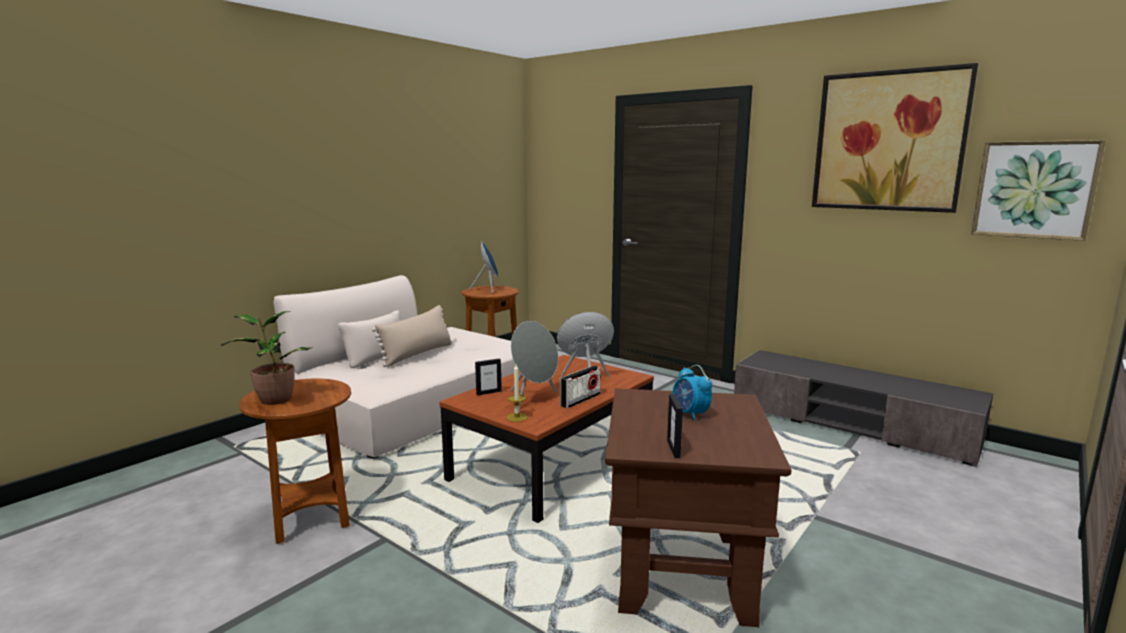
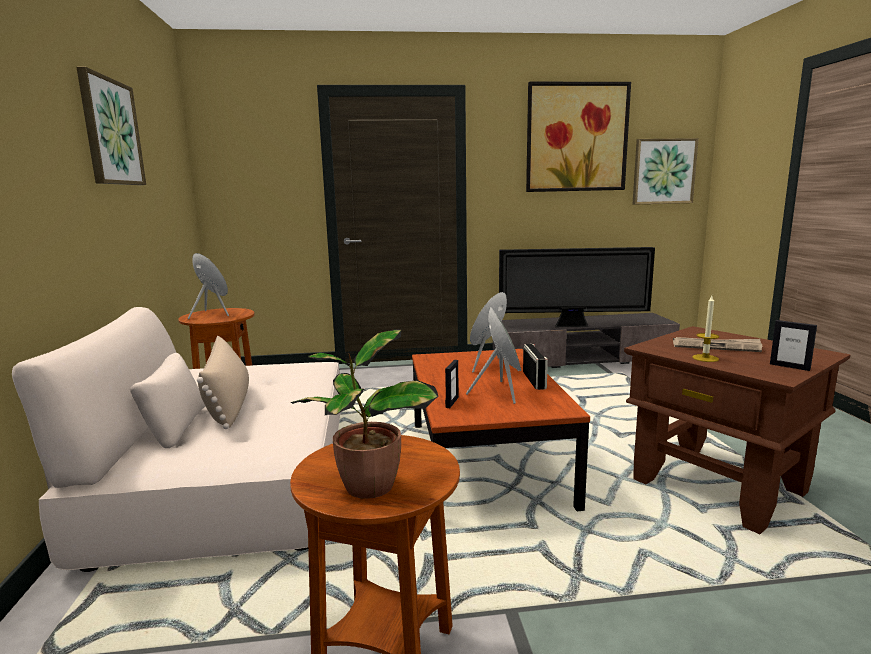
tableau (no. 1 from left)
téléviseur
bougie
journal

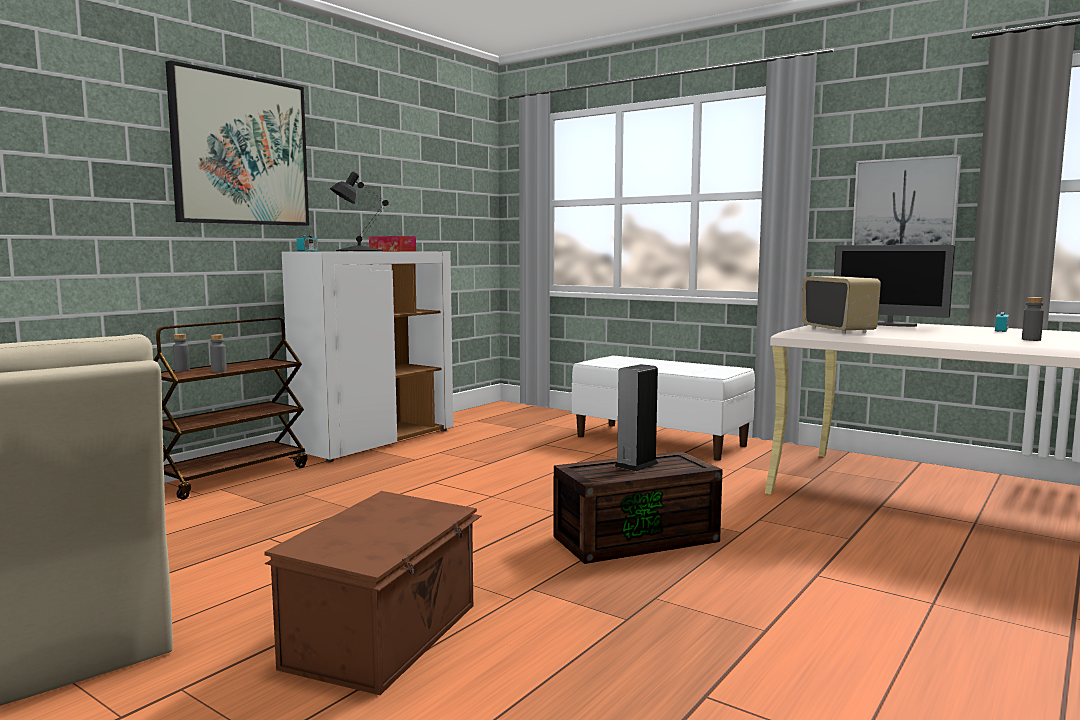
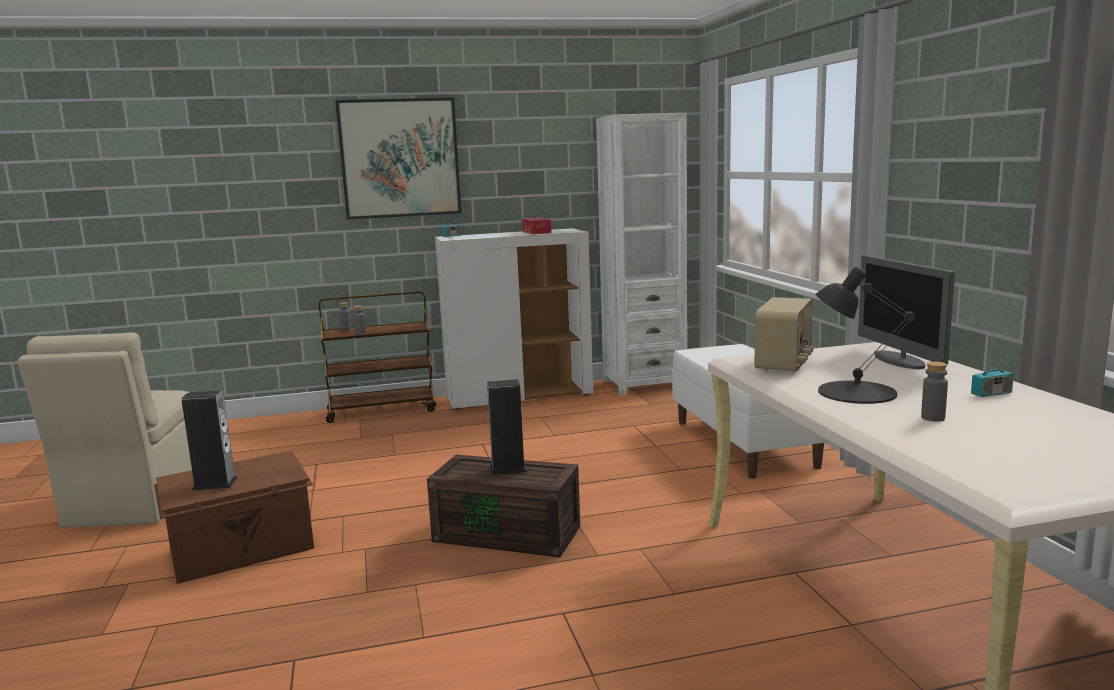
tableau (no. 2 from left in the first image)
enceinte (no. 1 from left)
bibliothèque (blanc)
lampe de table (noir)

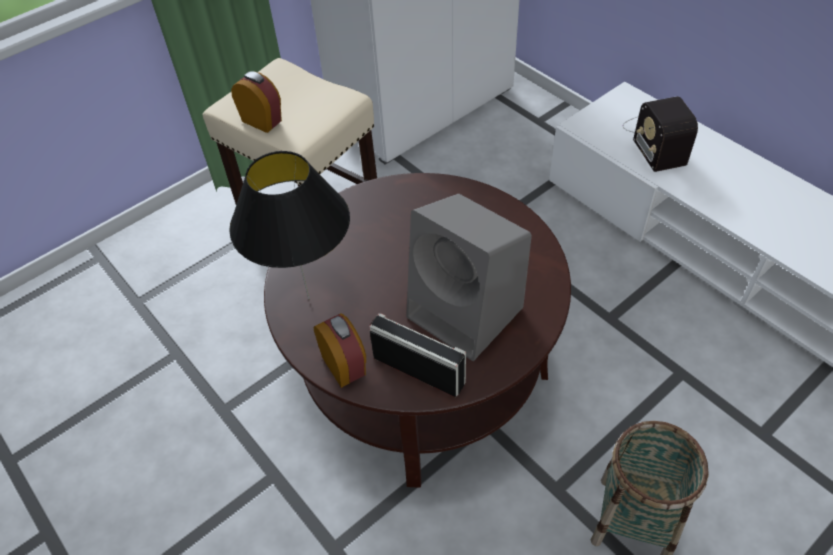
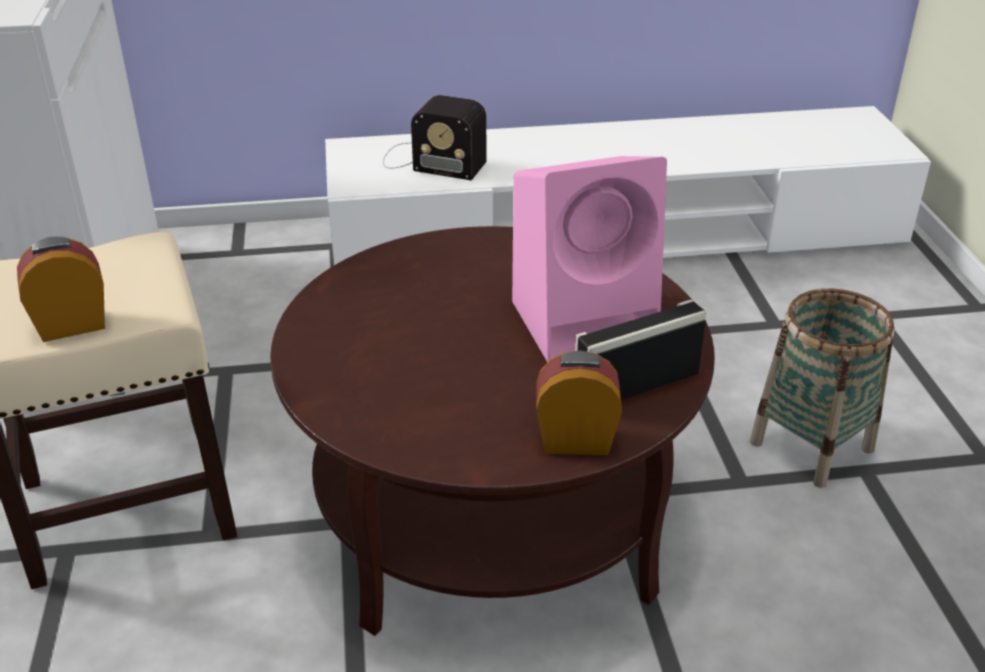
lampe de table (noir)
enceinte (rose)

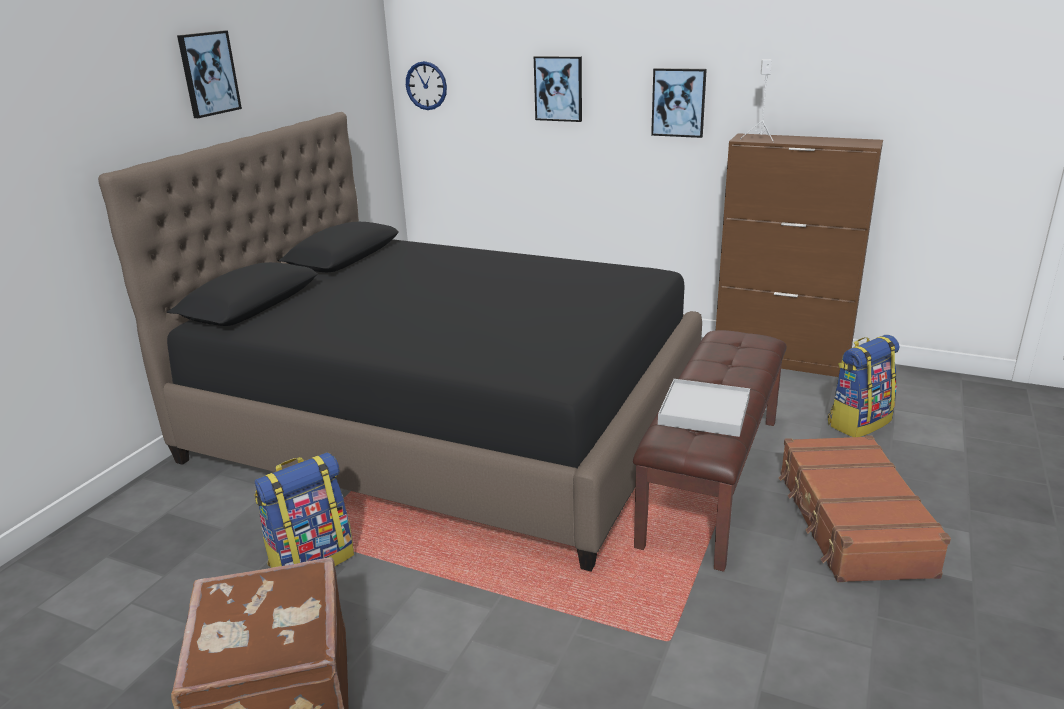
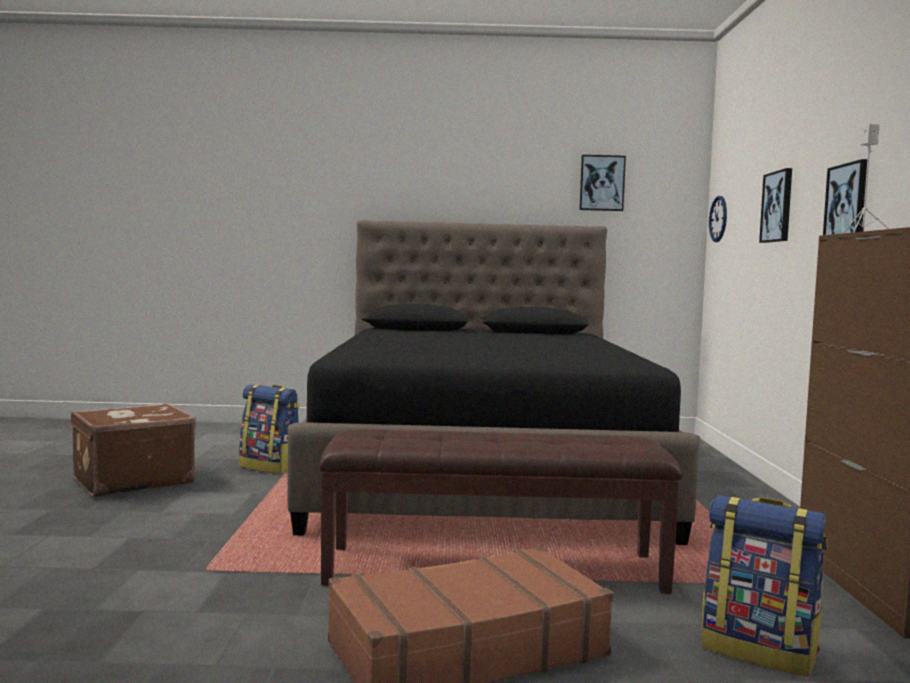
plateau (blanc)
tableau (no. 1 from left)

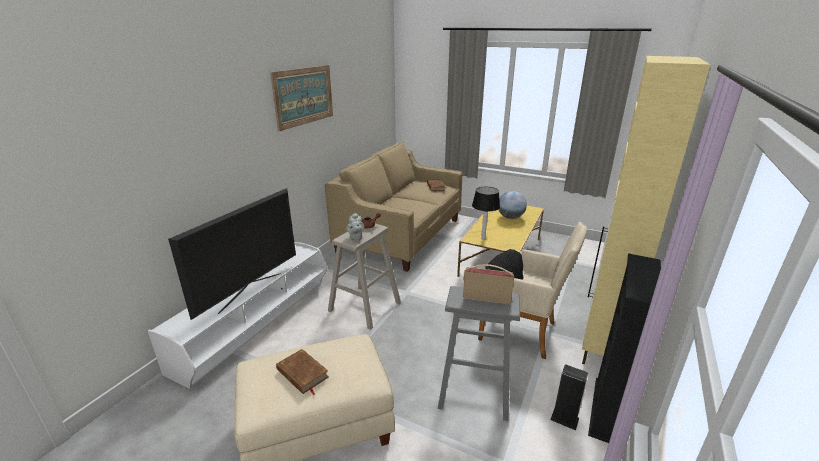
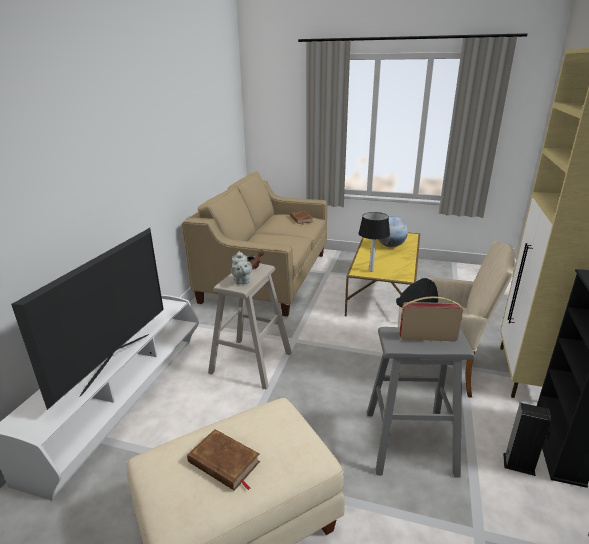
tableau

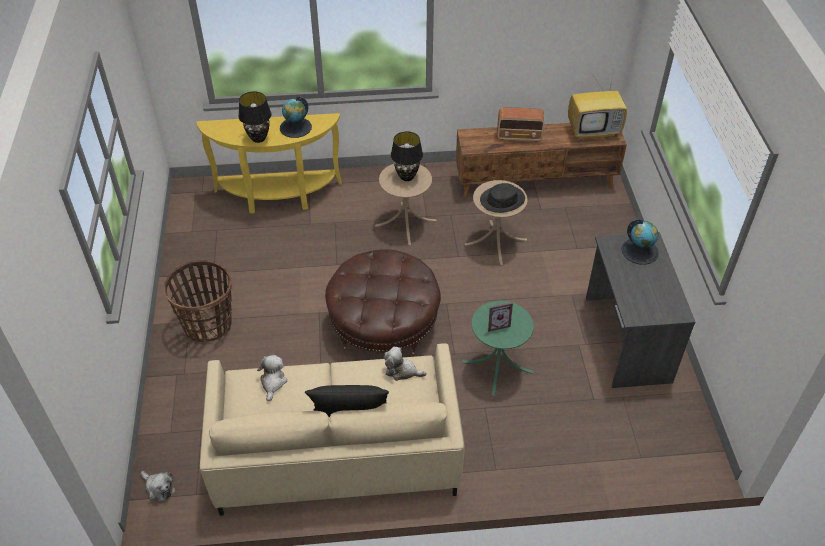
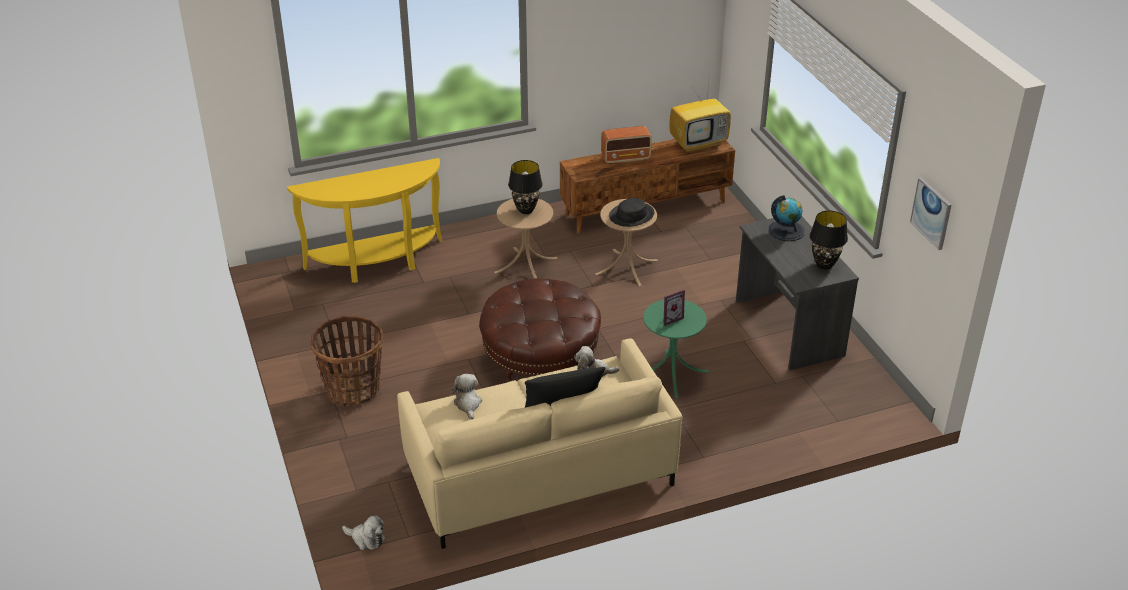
globe (no. 1 from left in the first image)
tableau
lampe de table (noir) (no. 2 from left)

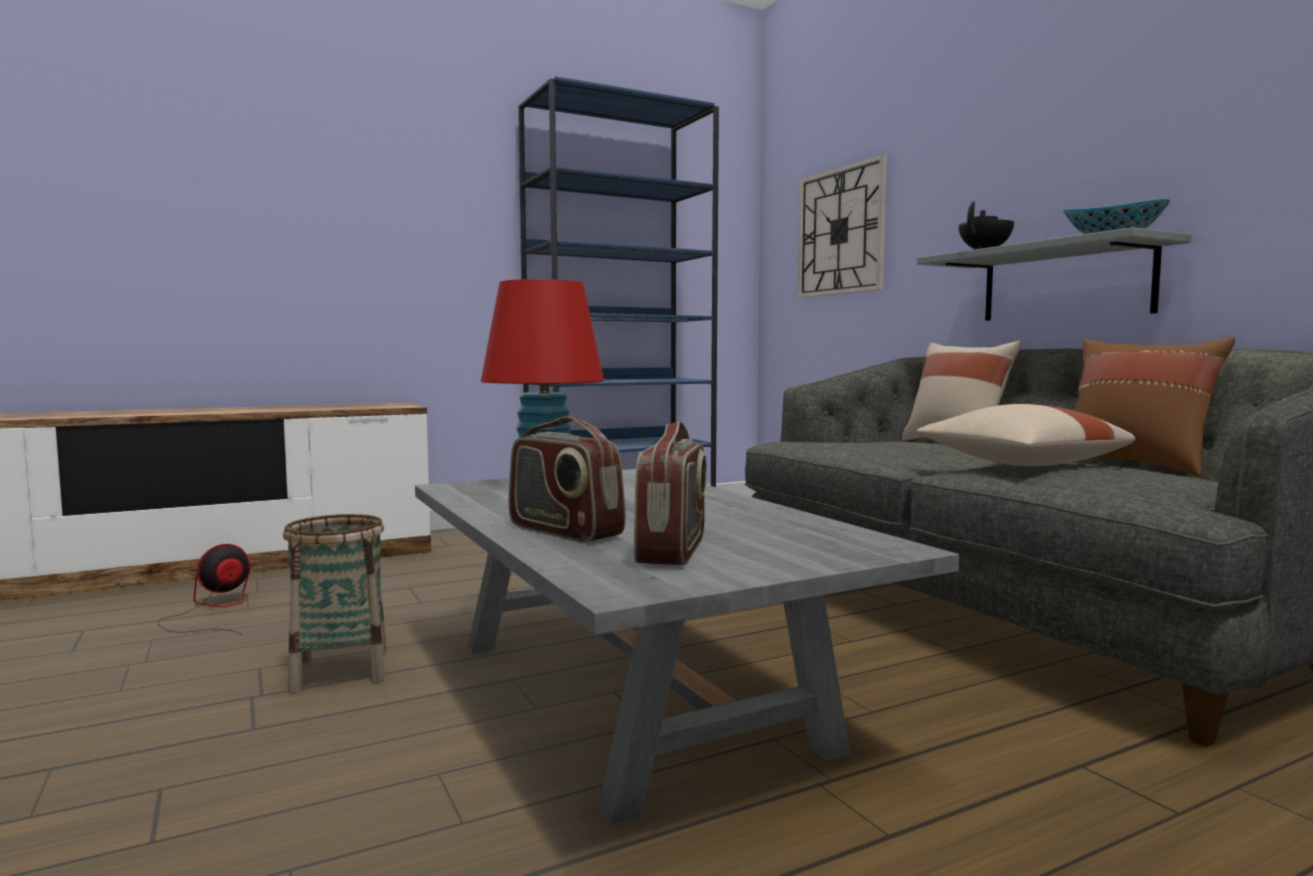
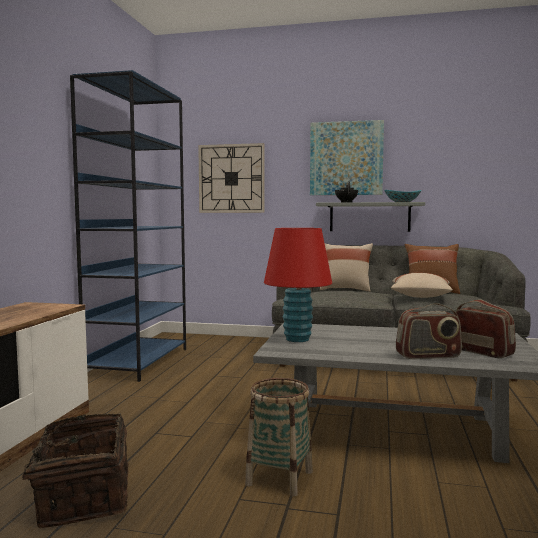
tableau
panier (no. 1 from left)

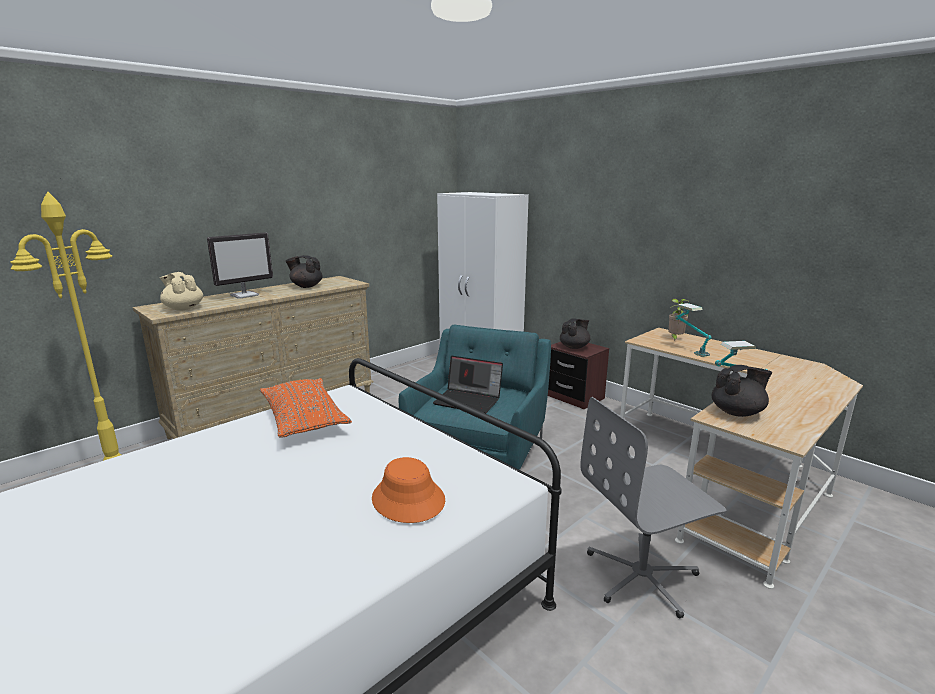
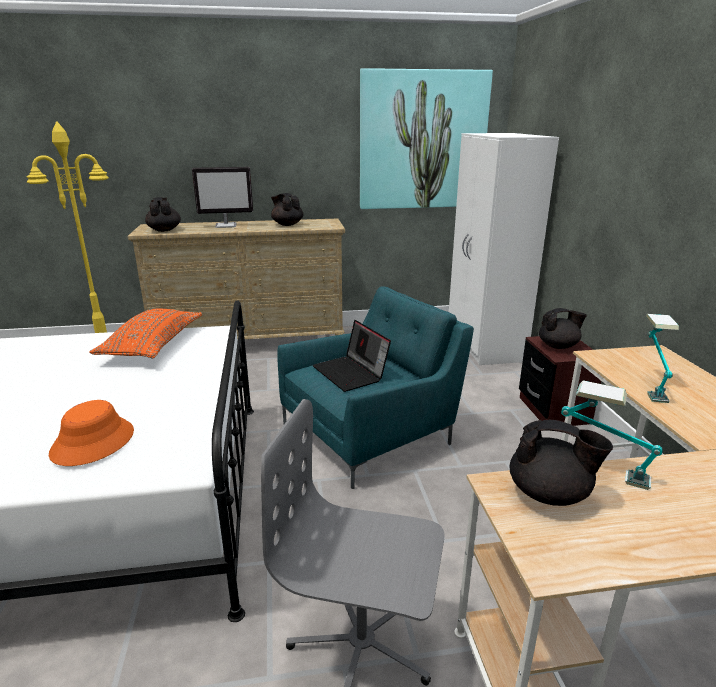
plante en pot
tableau
théière (noir) (no. 1 from left)

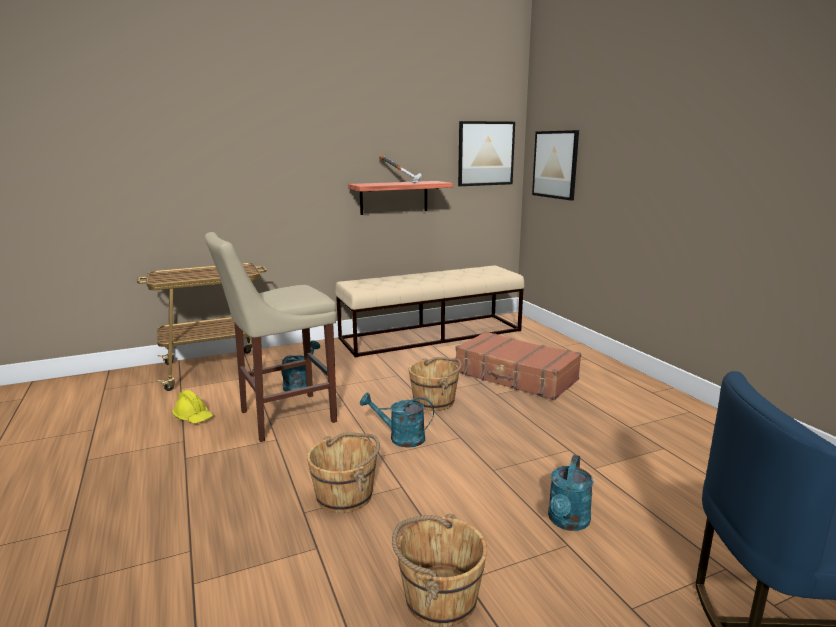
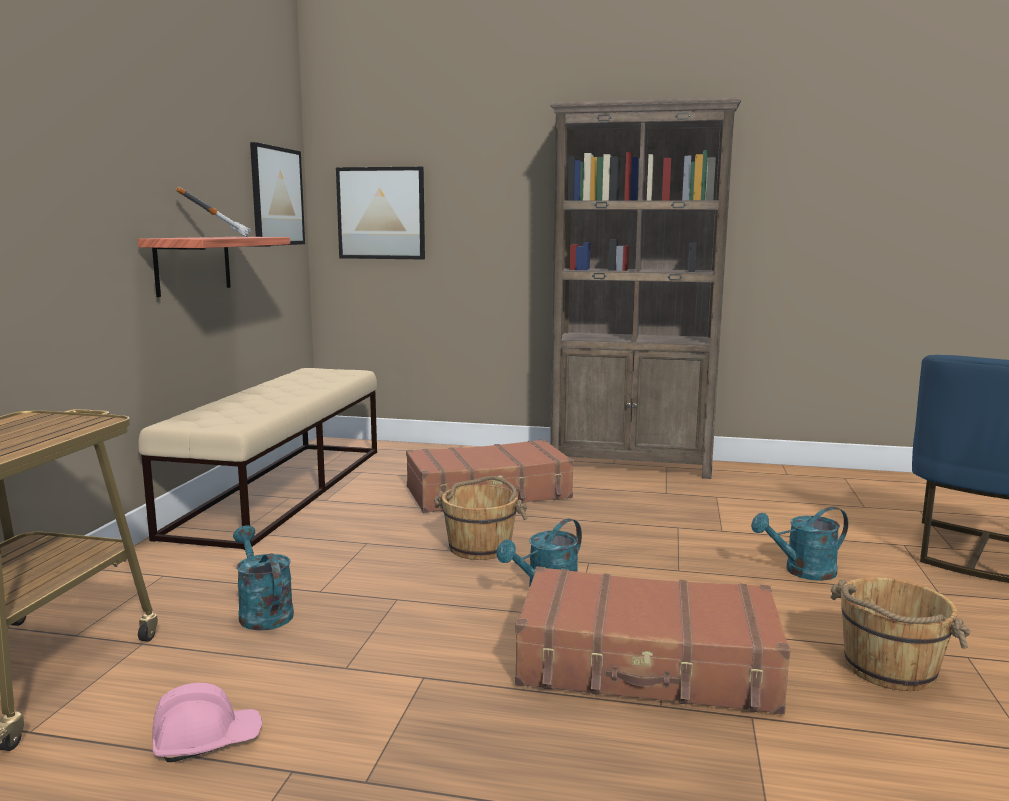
tabouret (beige)
bibliothèque (marron)
valise (marron) (no. 2 from left)
casque de chantier (rose)
arrosoir (turquoise) (no. 3 from left)

